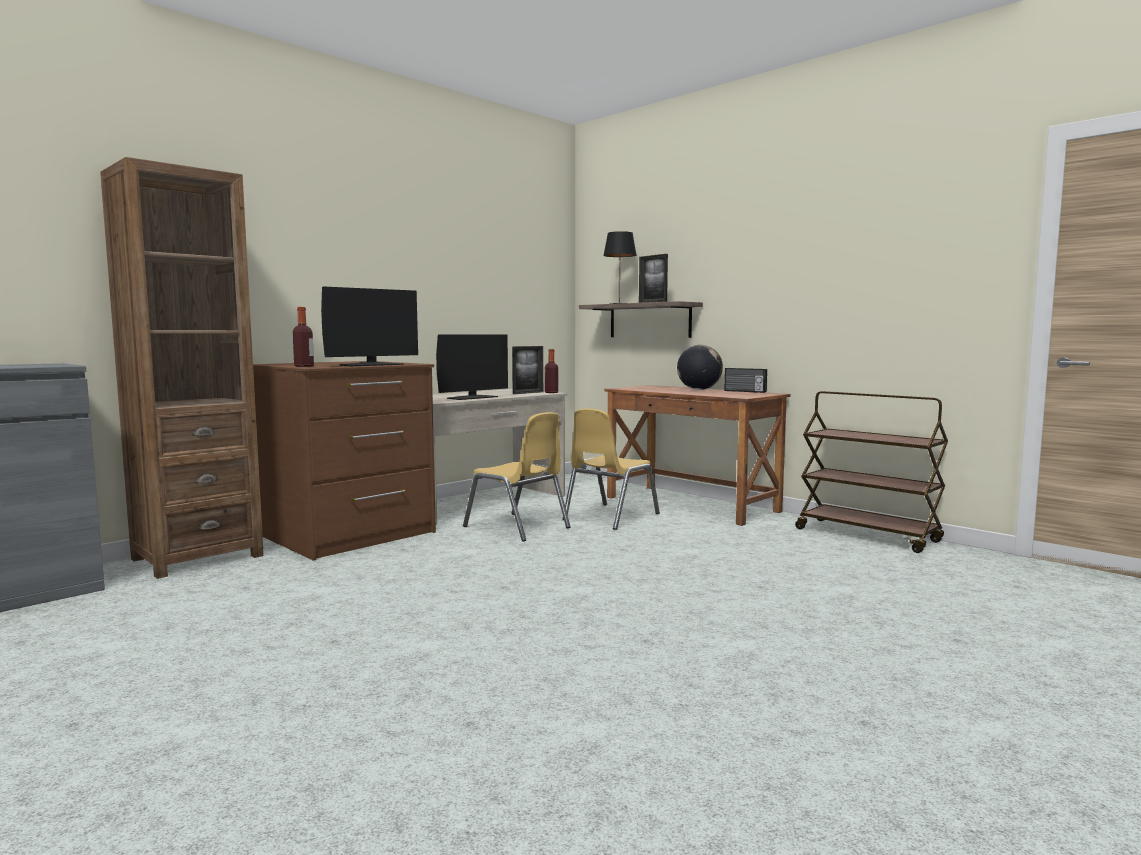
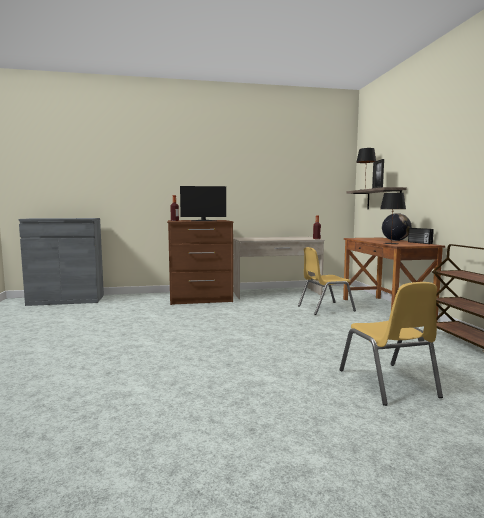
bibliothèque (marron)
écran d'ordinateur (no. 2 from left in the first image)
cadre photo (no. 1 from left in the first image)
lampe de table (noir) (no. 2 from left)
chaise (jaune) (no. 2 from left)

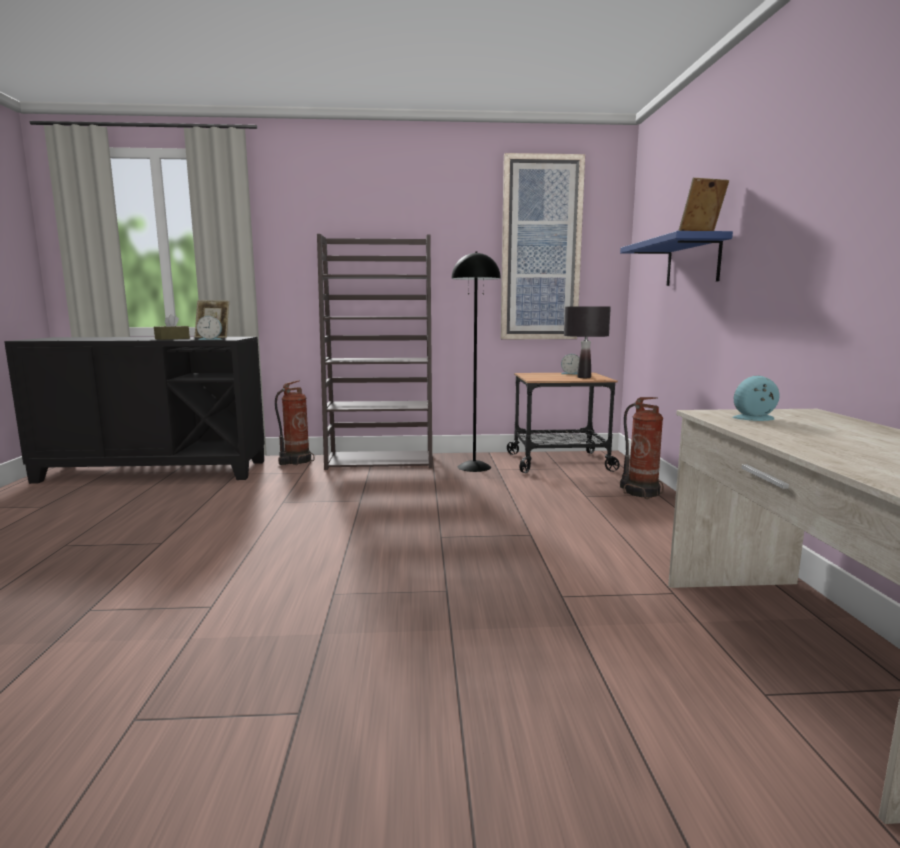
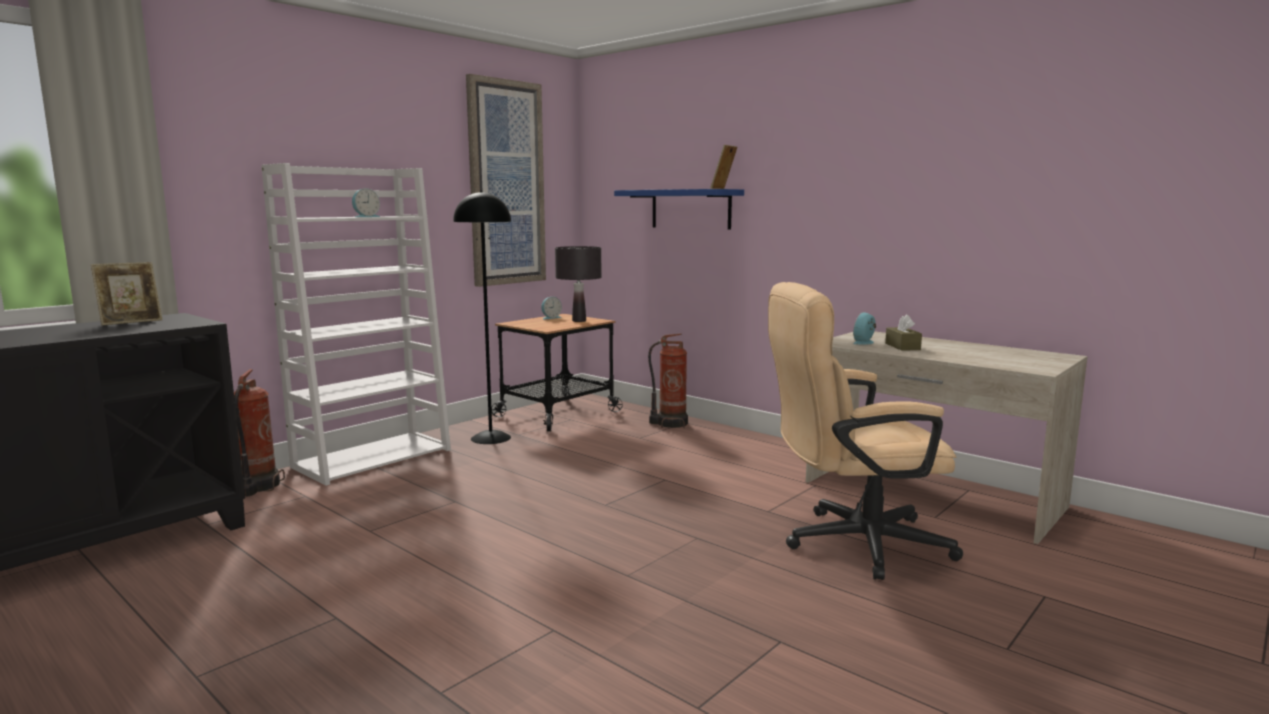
chaise de bureau (beige)
boîte à mouchoirs (marron)
réveil (no. 1 from left)
bibliothèque (blanc)

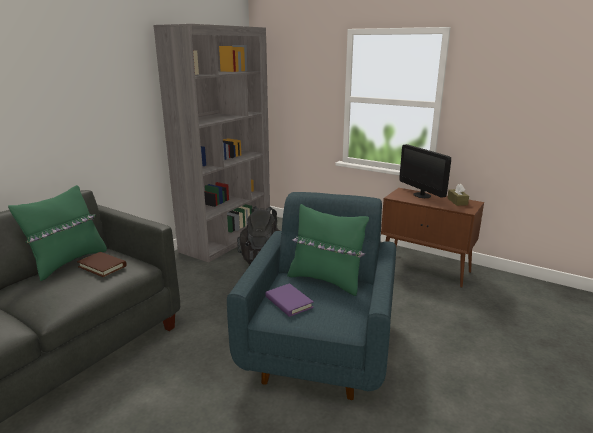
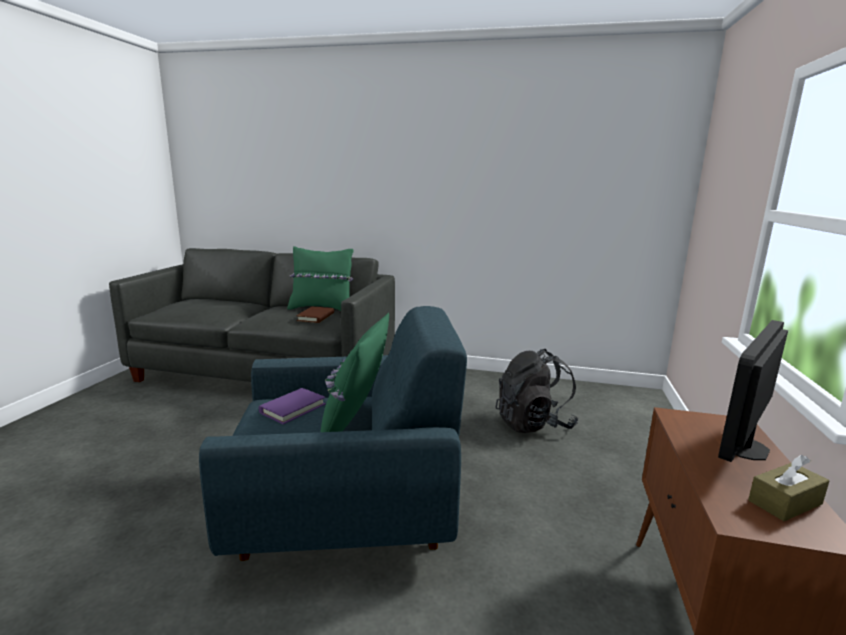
bibliothèque (gris)

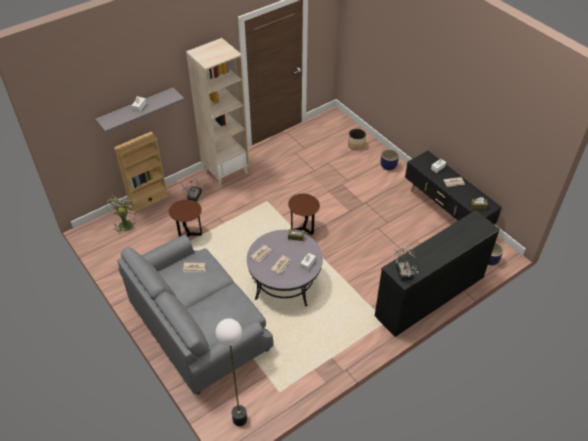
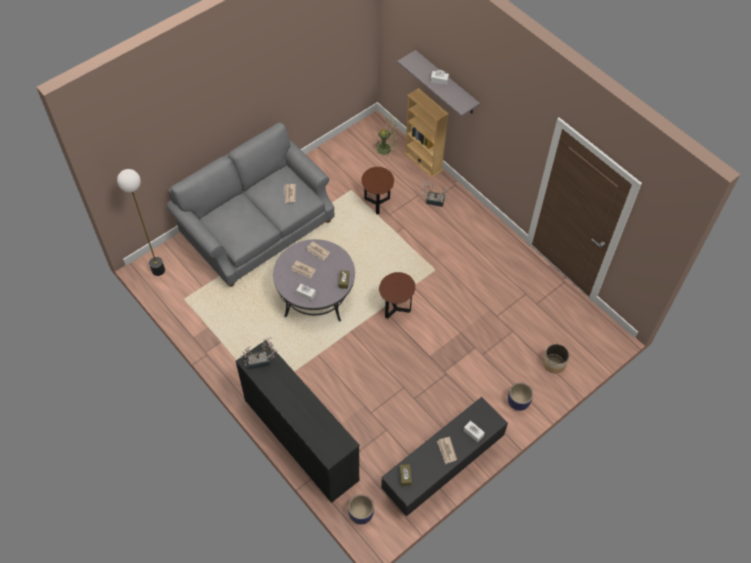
bibliothèque (beige) (no. 2 from left in the first image)

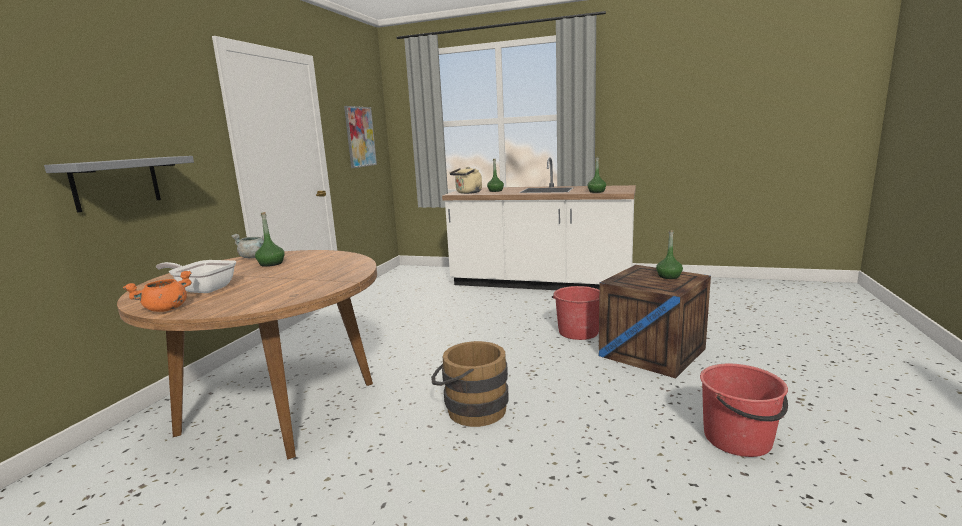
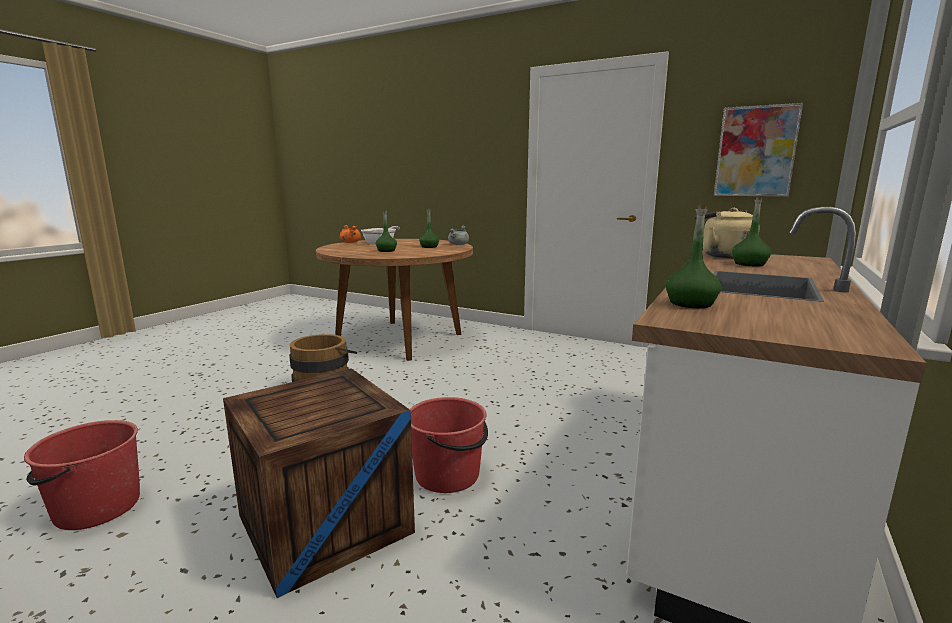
étagère (gris)
bouteille (vert) (no. 1 from left)

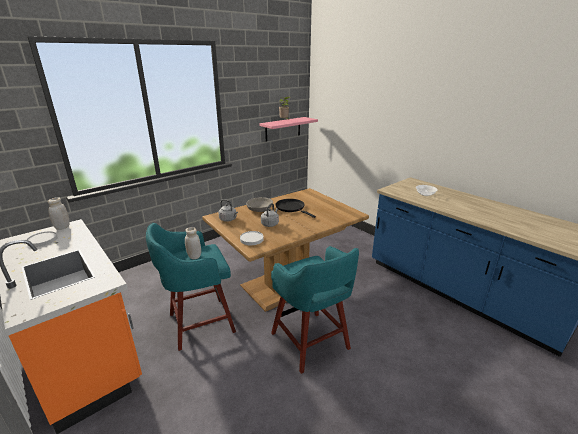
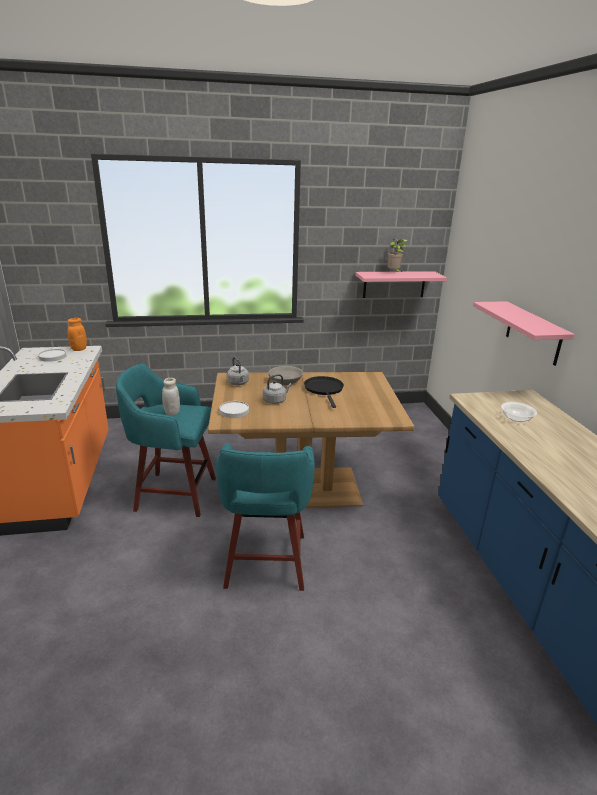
étagère (rose) (no. 2 from left)
bocal (orange)

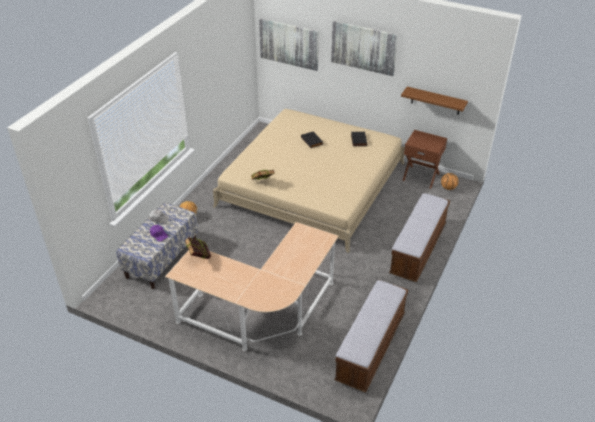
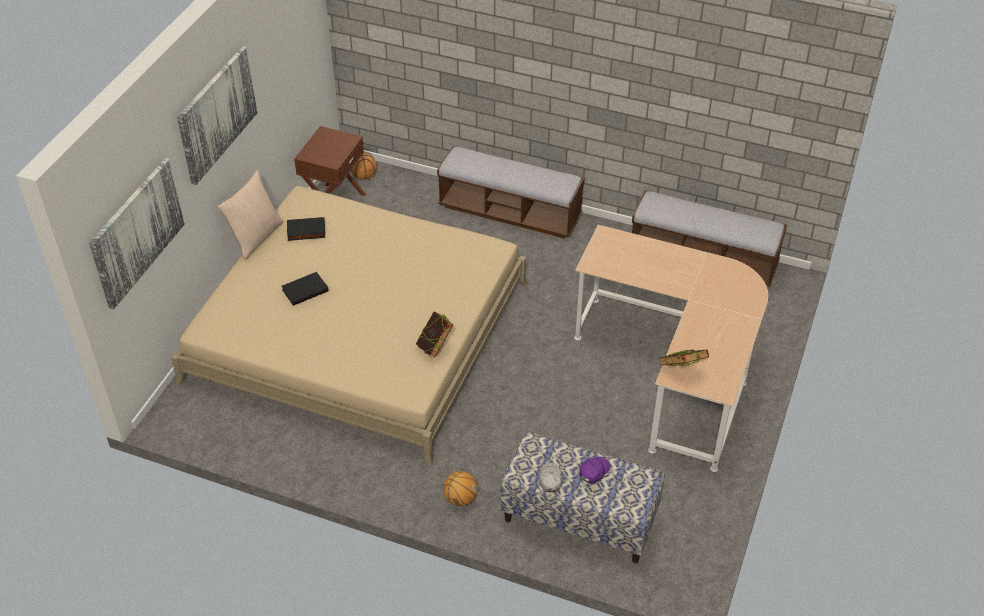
étagère (marron)
coussin (beige)

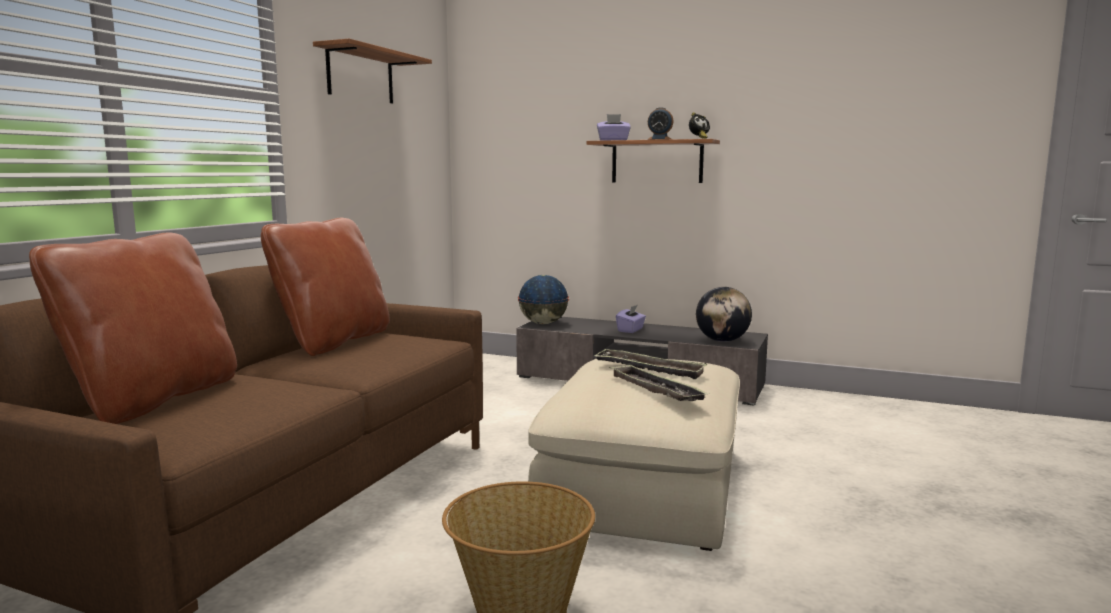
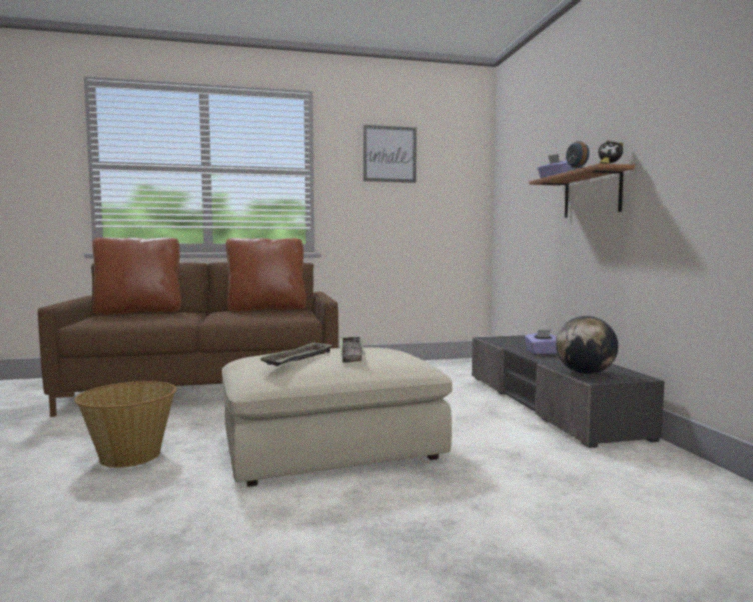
globe (no. 1 from left in the first image)
tableau

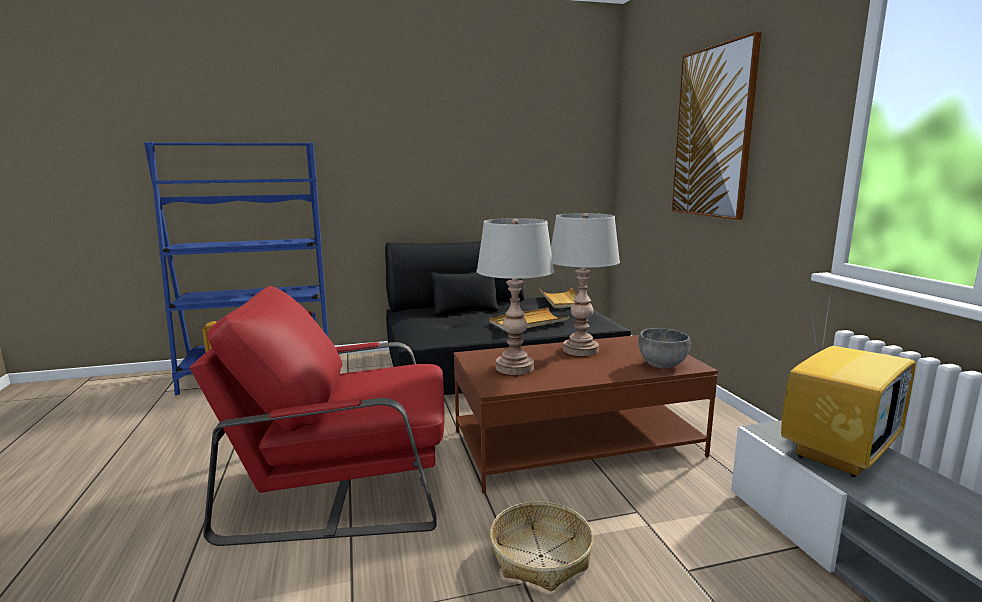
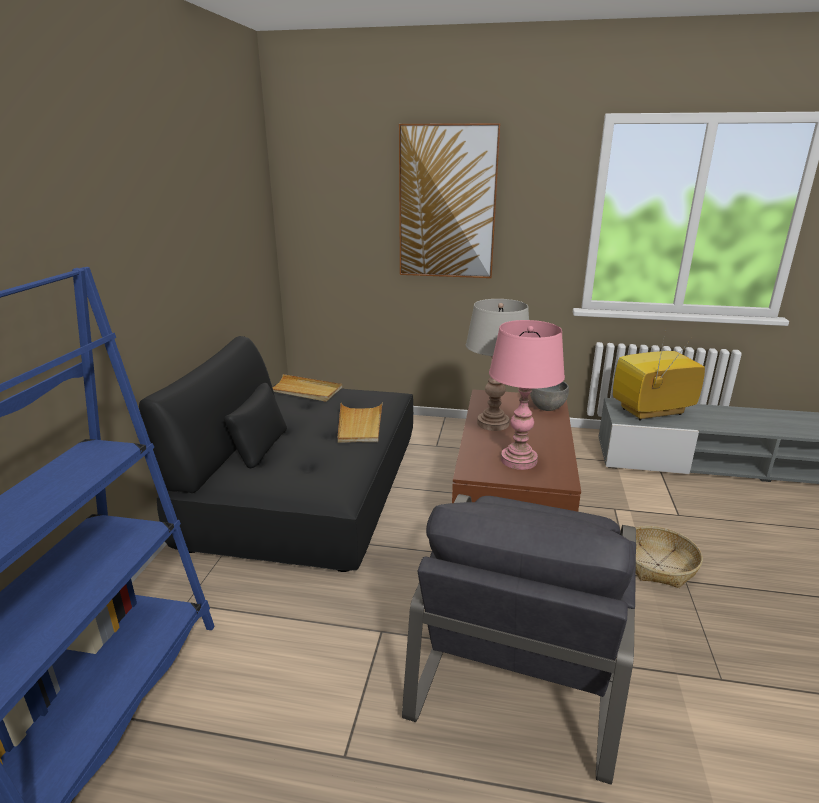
fauteuil (gris)
lampe de table (rose)
téléviseur

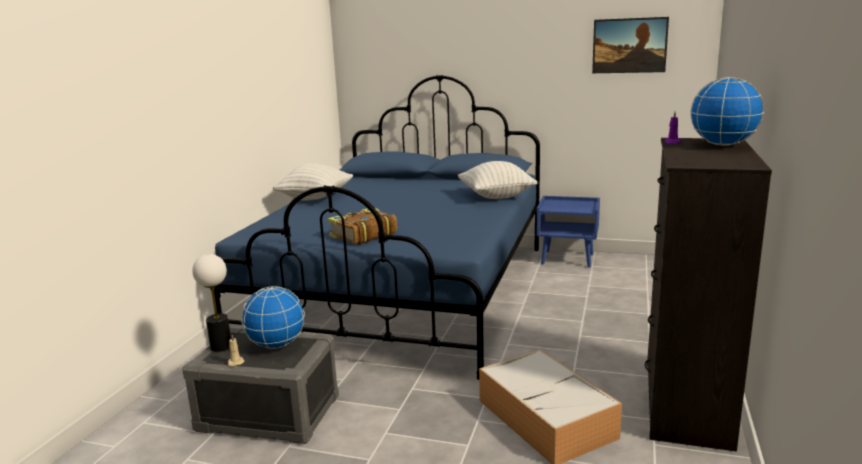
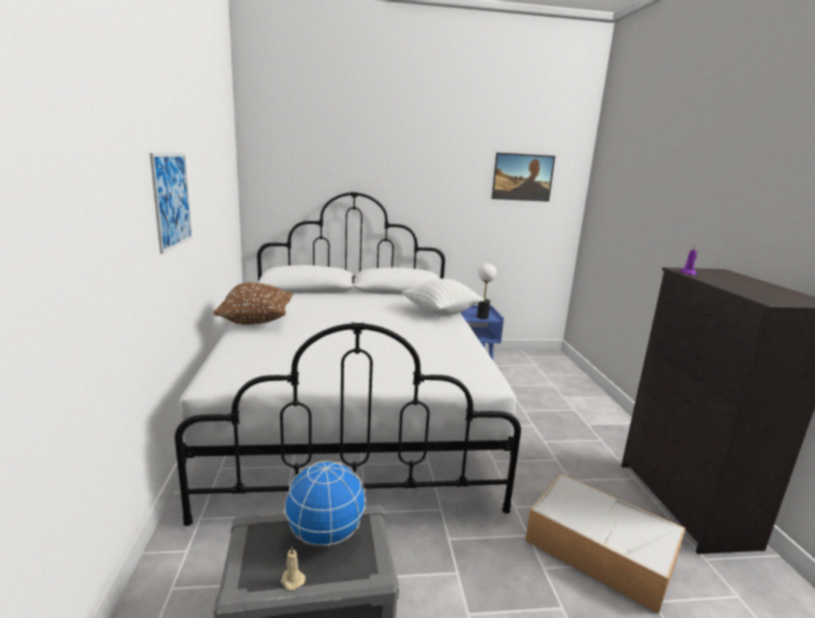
livre
globe (no. 2 from left in the first image)
tableau (no. 1 from left)
lampe de table
lit (blanc)
coussin (marron)

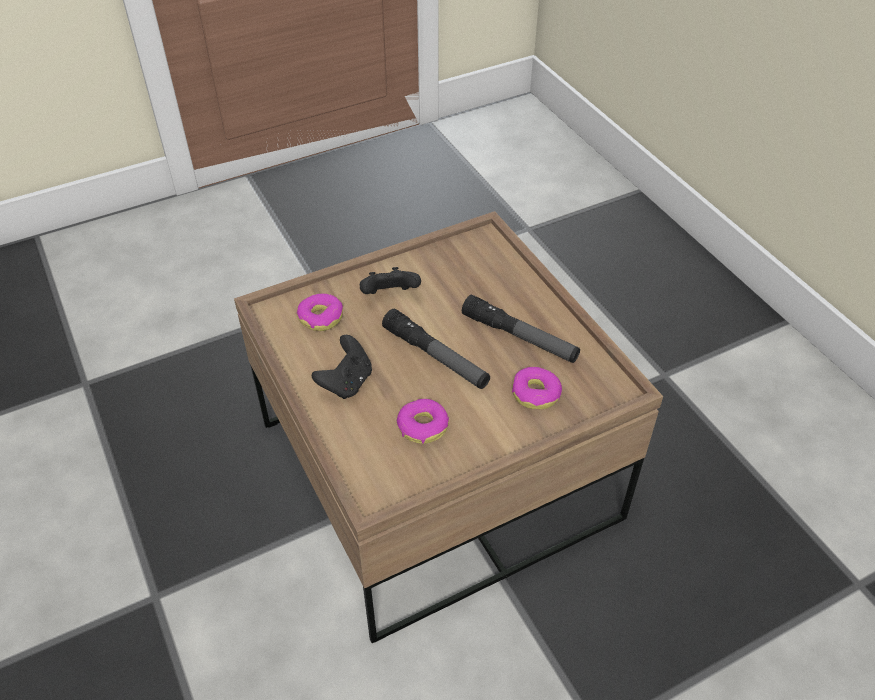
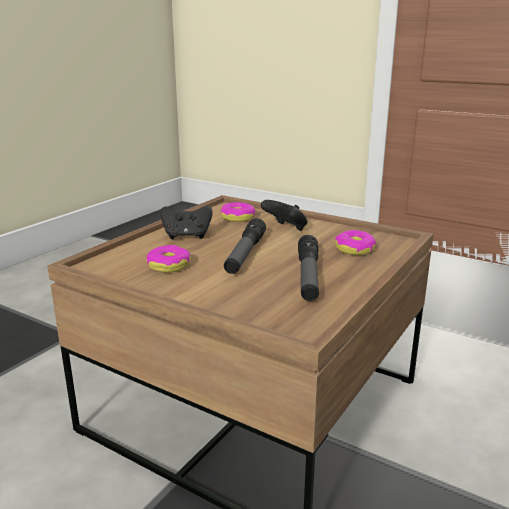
beignet (no. 3 from left)

